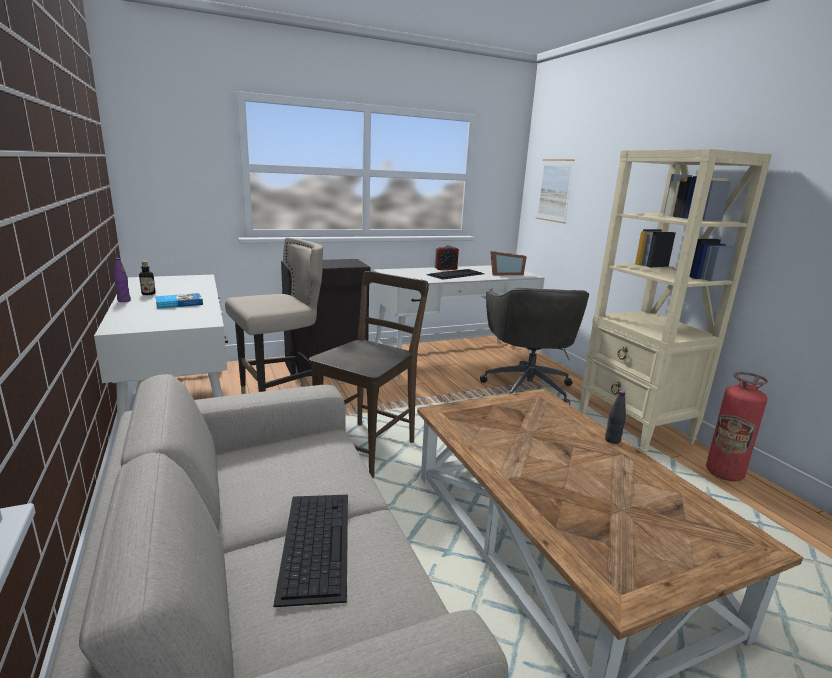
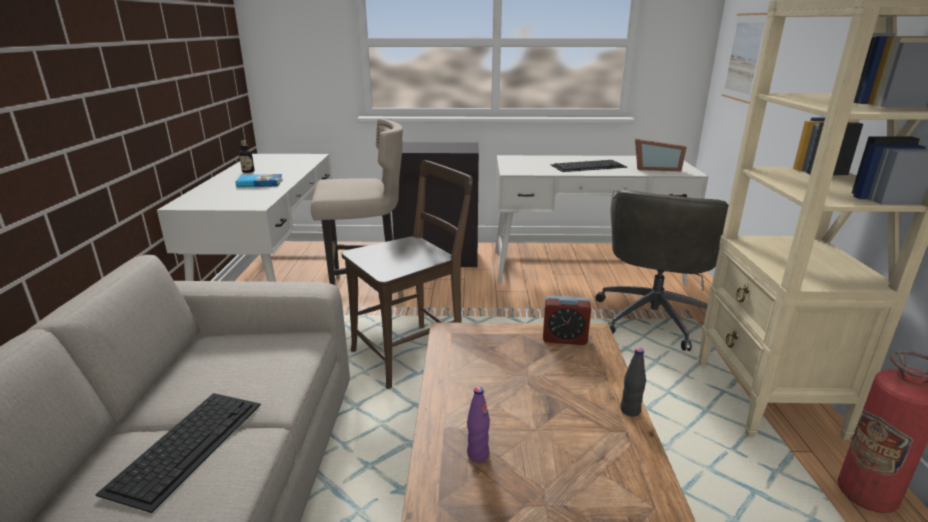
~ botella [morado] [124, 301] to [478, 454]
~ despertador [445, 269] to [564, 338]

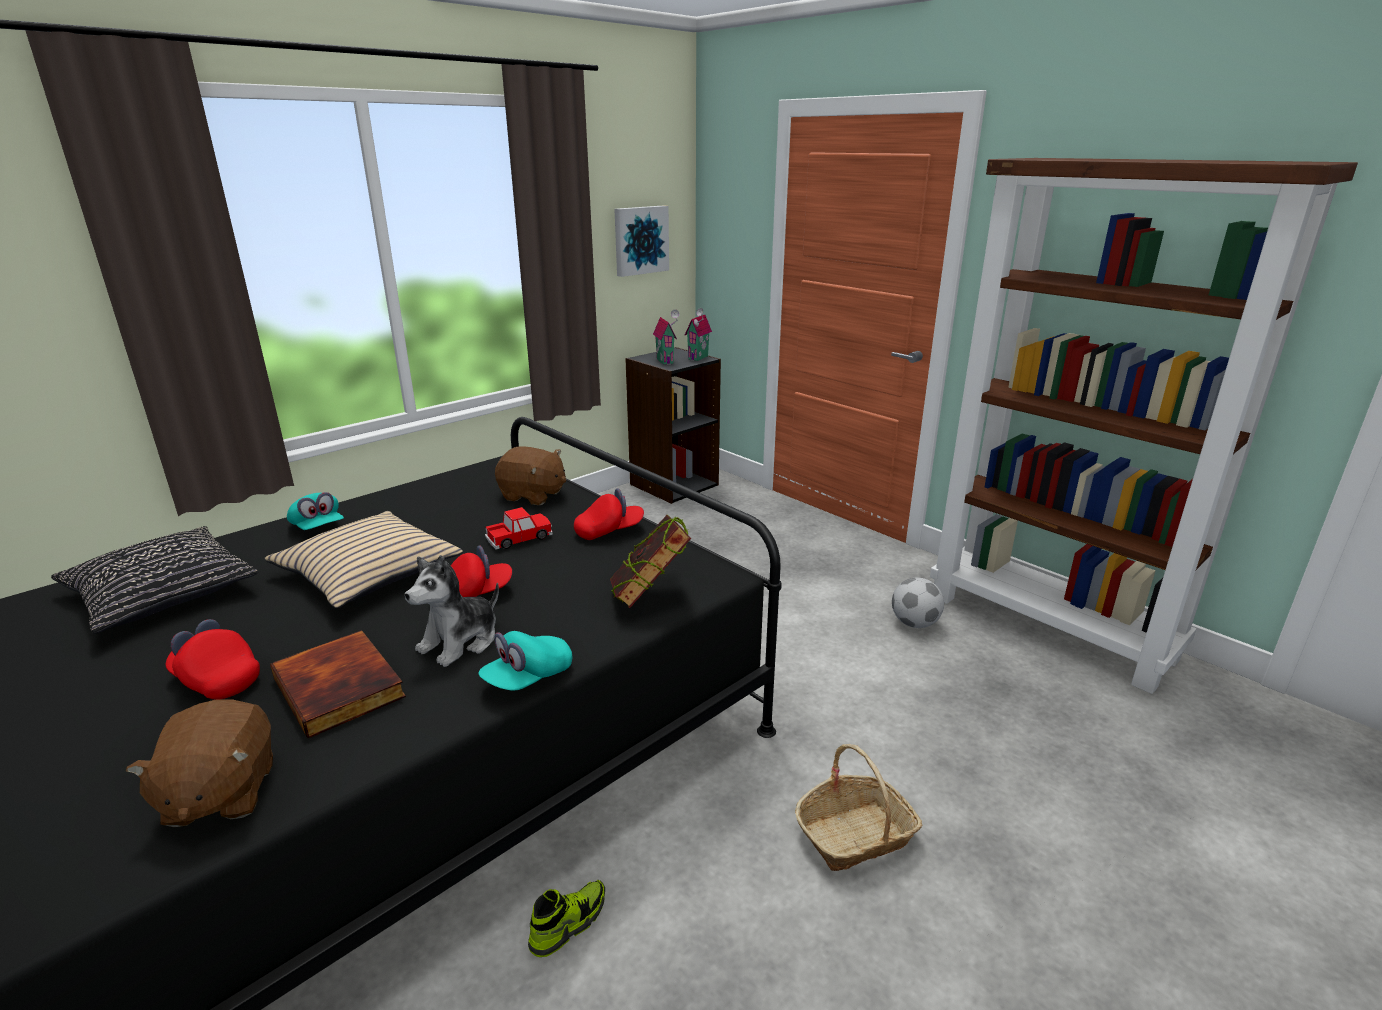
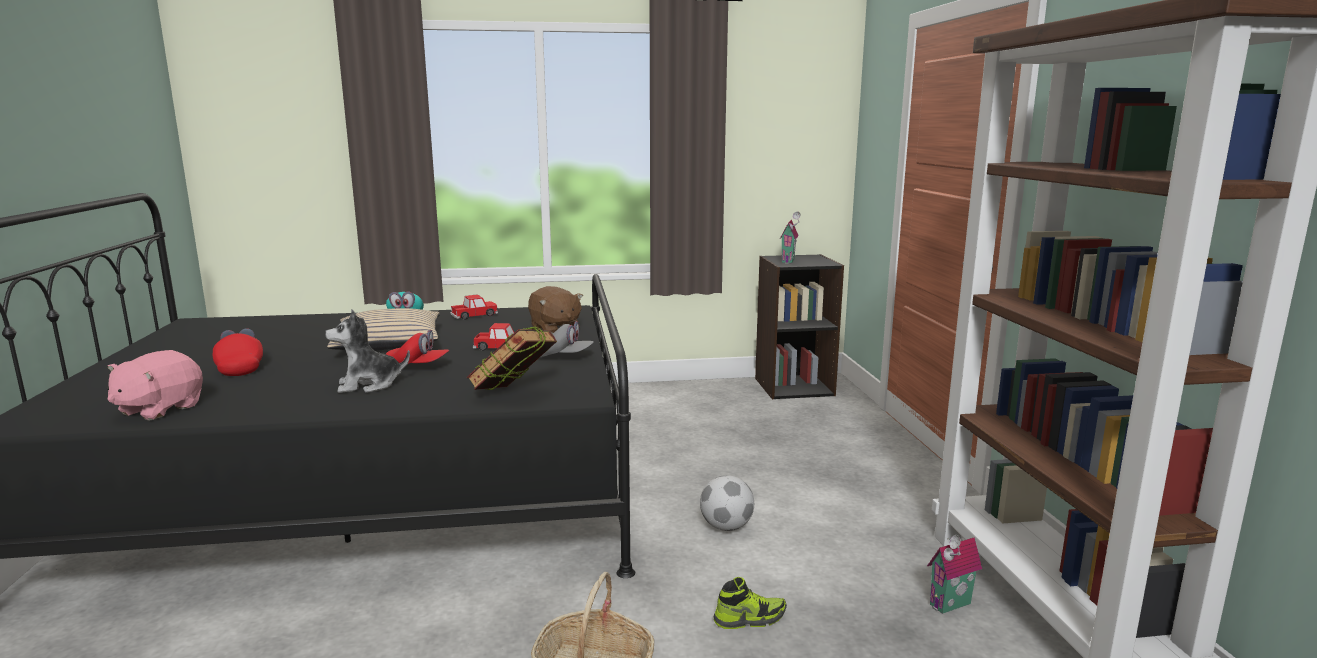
~ peluche [marrón] [220, 793] to peluche [rosa] [159, 409]
+ coche de juguete [474, 315]
~ gorra [rojo] [609, 531] to gorra [gris] [563, 356]
~ balón de fútbol [914, 623] to [726, 527]
~ zapato [568, 924] to [749, 619]
~ casita [699, 358] to [952, 605]
- cojín [negro] [162, 593]
- libro [342, 687]
- gorra [turquesa] [528, 678]
- cuadro [640, 240]

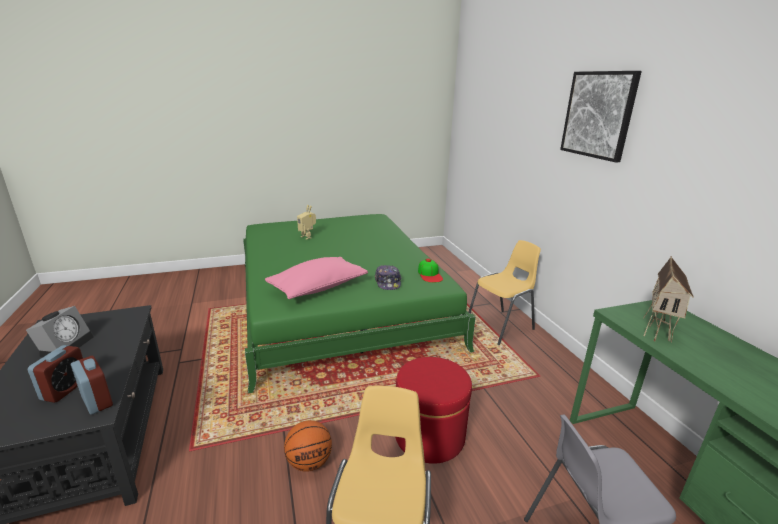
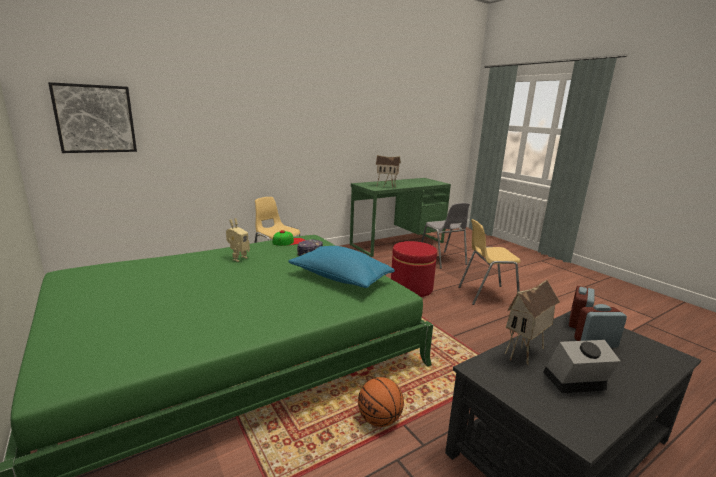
~ cuadro [598, 115] to [95, 119]
~ robot de juguete [307, 237] to [238, 258]
~ cojín [rosa] [318, 288] to cojín [azul] [340, 279]
~ balón de baloncesto [309, 462] to [379, 419]
+ casita [525, 354]

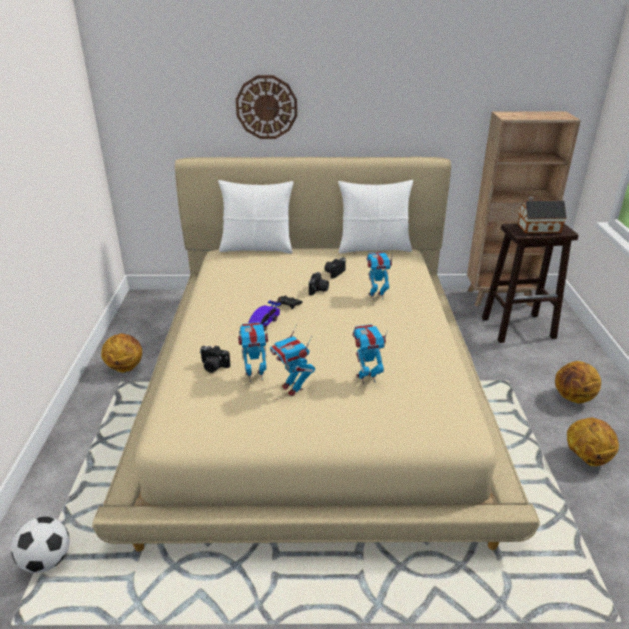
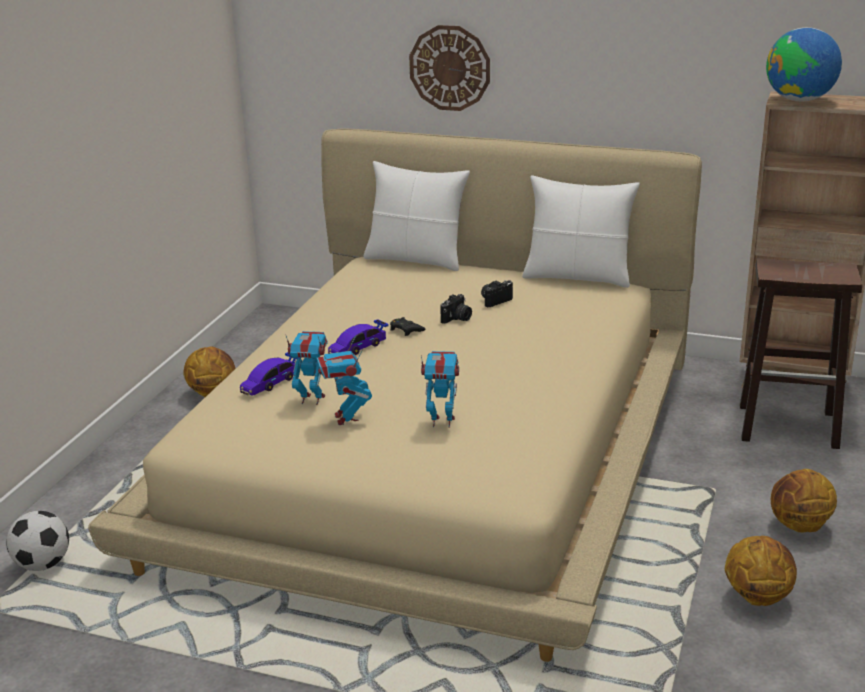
~ cámara [213, 366] to coche de juguete [271, 383]
+ globo terráqueo [799, 100]
- robot de juguete [376, 296]
- casita [537, 228]

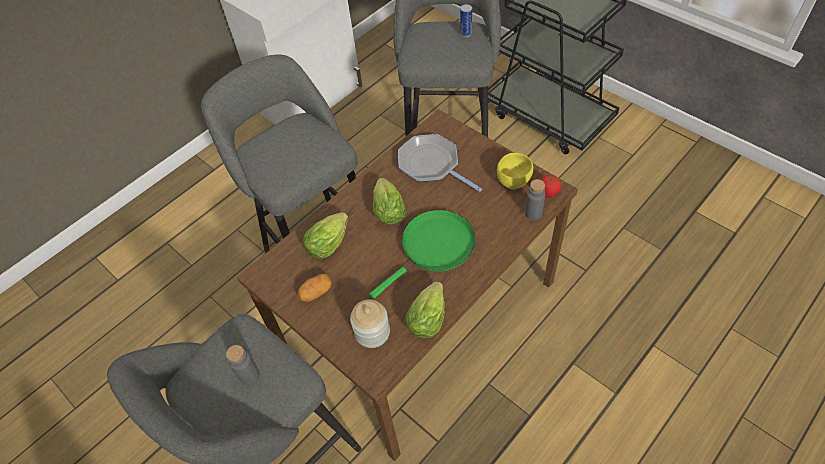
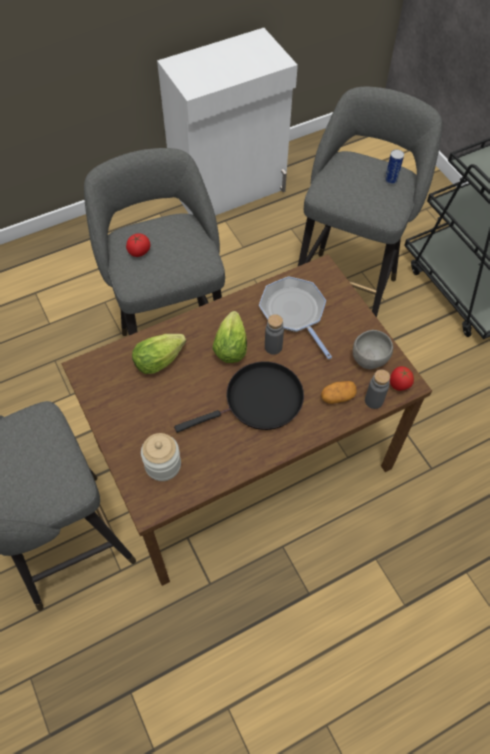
+ tomate [139, 251]
~ sartén [verde] [434, 248] to sartén [negro] [259, 401]
~ botella [gris] [249, 375] to [273, 347]
~ patata [316, 292] to [337, 396]
~ cuenco [amarillo] [512, 181] to cuenco [gris] [368, 358]
- lechuga [429, 316]

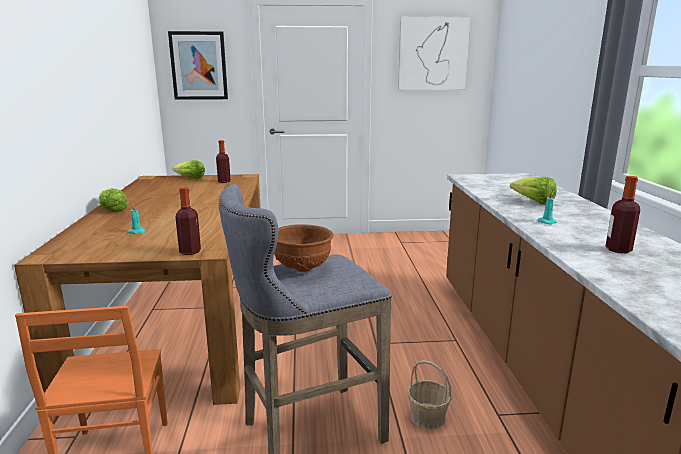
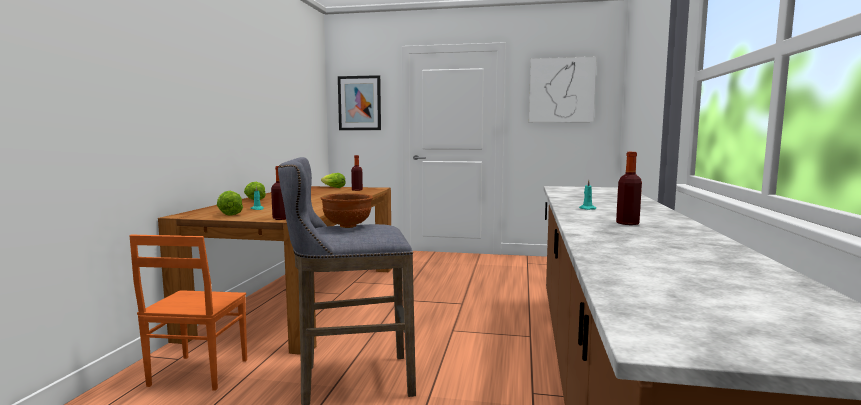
~ lechuga [534, 202] to [230, 214]
- cesta [428, 417]

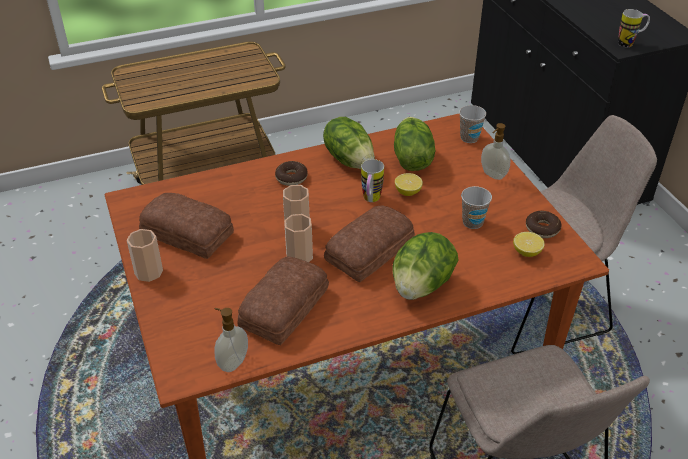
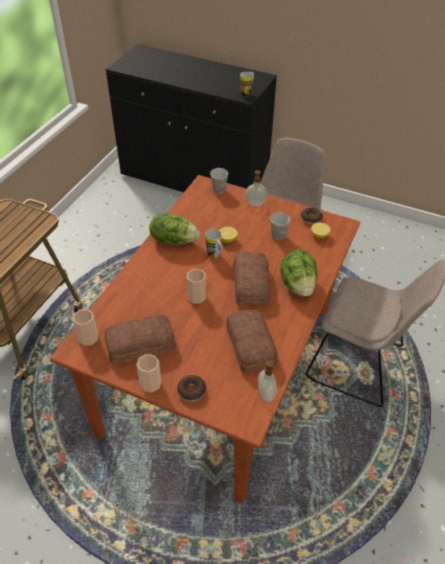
~ taza [299, 256] to [88, 338]
~ rosquilla [291, 178] to [191, 391]
- lechuga [411, 159]

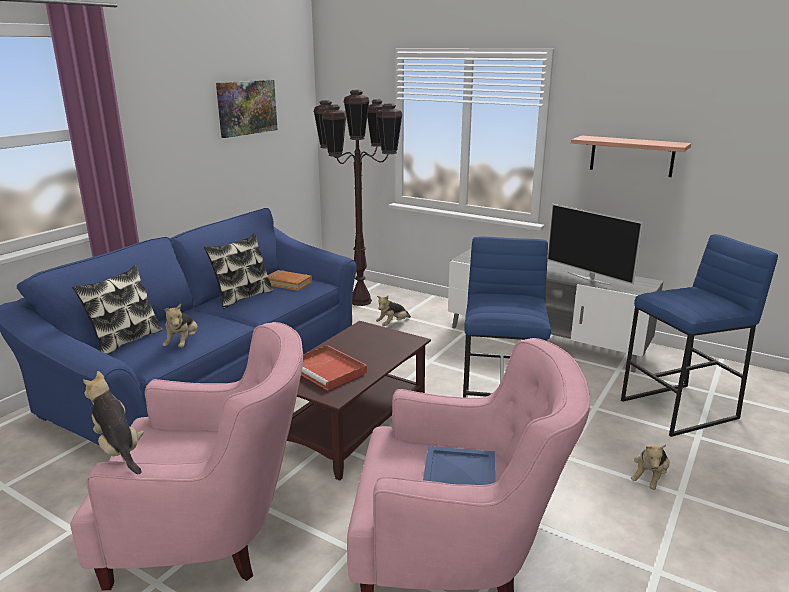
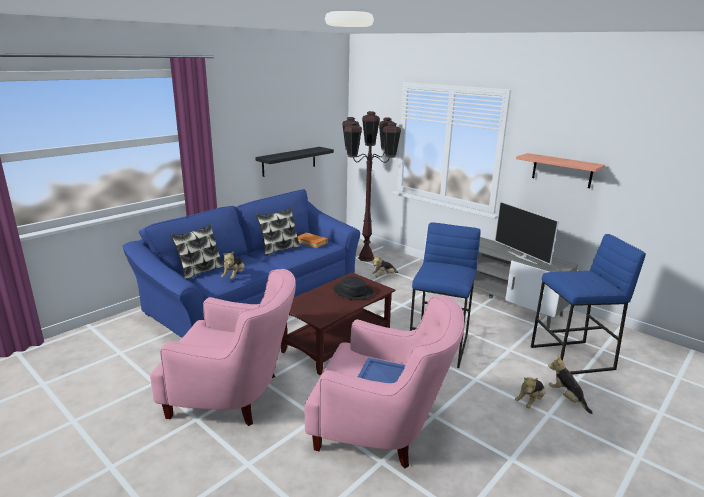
+ estante [negro] [289, 161]
+ sombrero [negro] [353, 291]
~ peluche [119, 450] to [567, 398]
- cuadro [246, 107]
- bandeja [rojo] [329, 370]

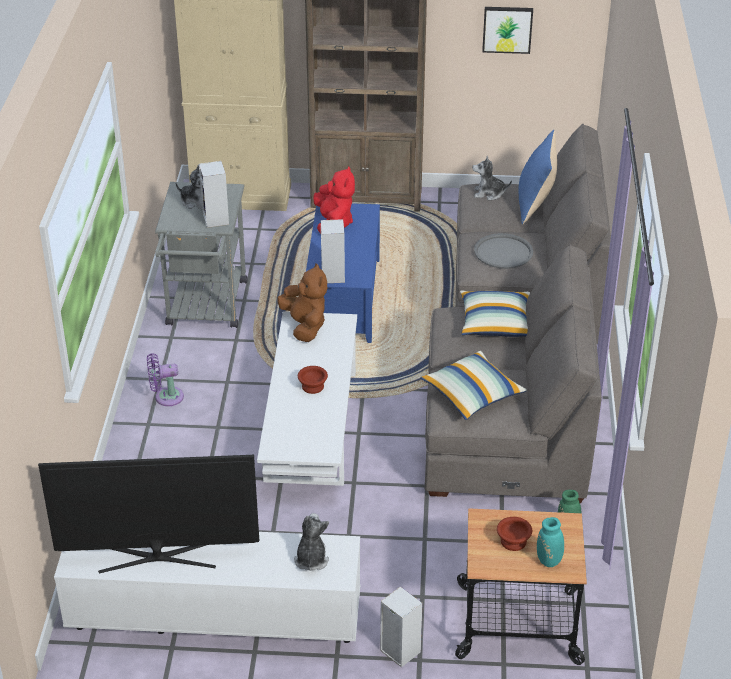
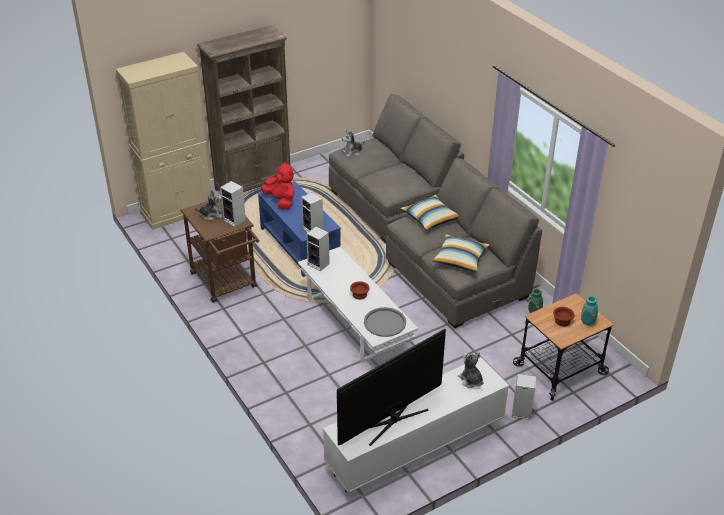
~ carrito [gris] [206, 308] to carrito [marrón] [226, 283]
~ peluche [marrón] [305, 326] to altavoz [319, 264]
~ bandeja [gris] [503, 252] to [385, 323]
- ventilador [morado] [166, 397]
- cuadro [507, 29]
- cojín [azul] [535, 204]

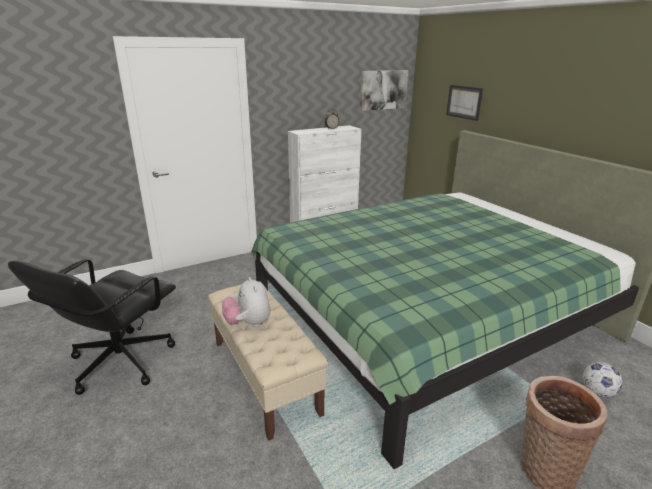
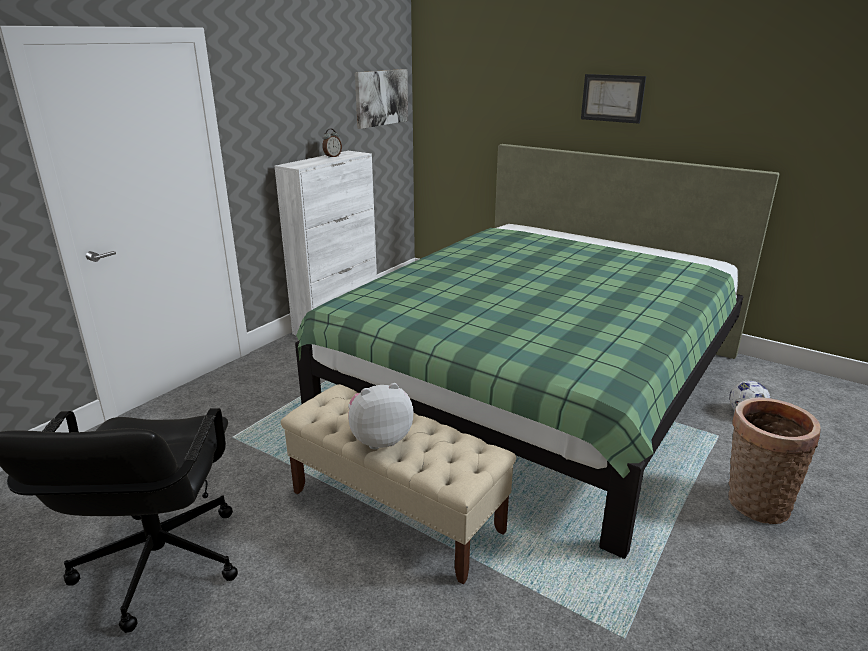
~ peluche [248, 323] = [379, 439] 120 degrees clockwise
~ cuadro [464, 102] to [612, 98]

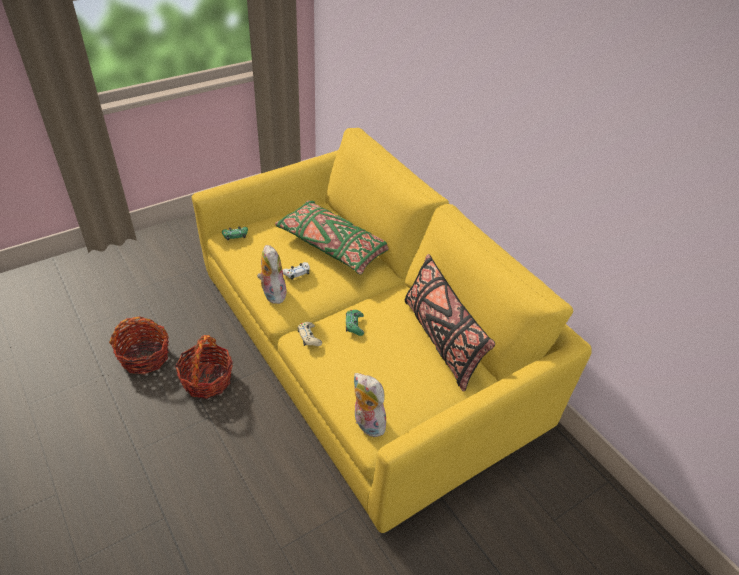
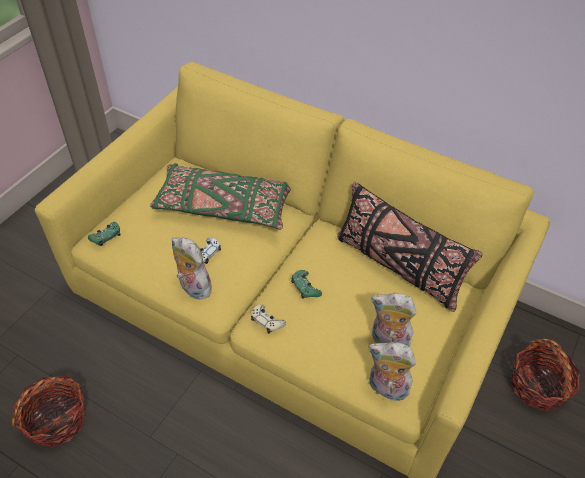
+ peluche [388, 341]
~ cesta [207, 380] to [538, 386]

